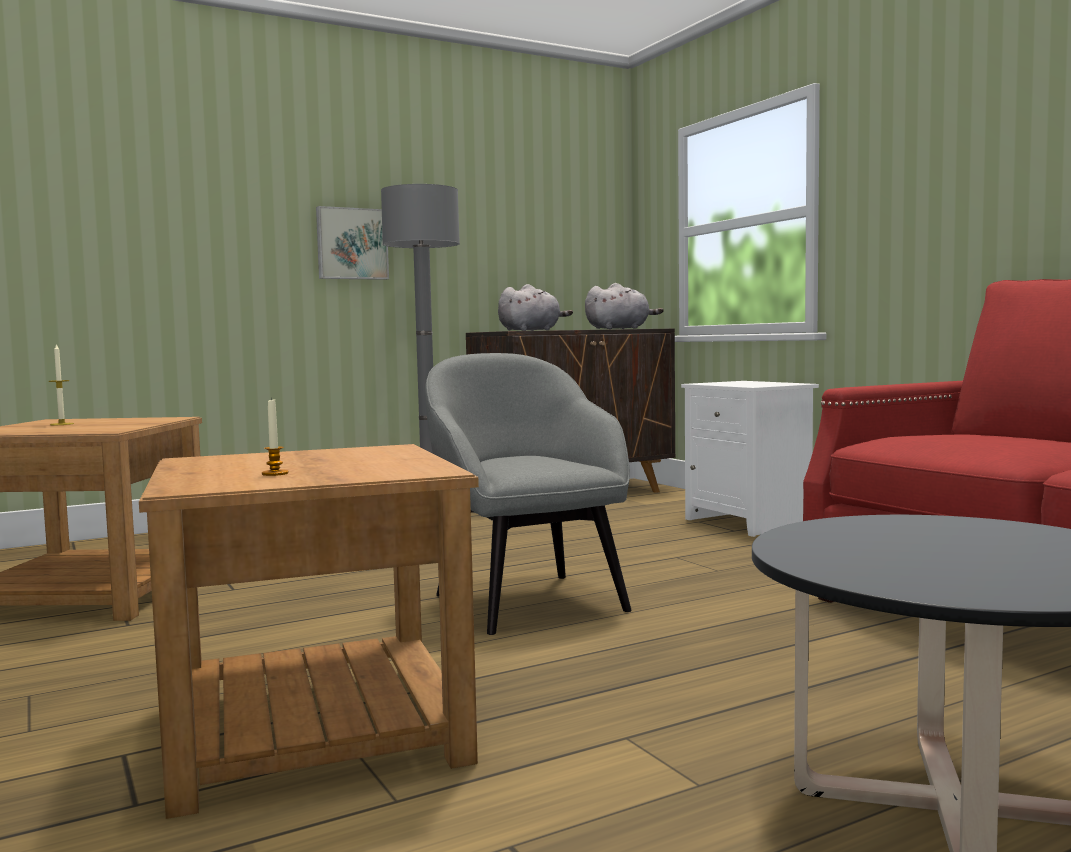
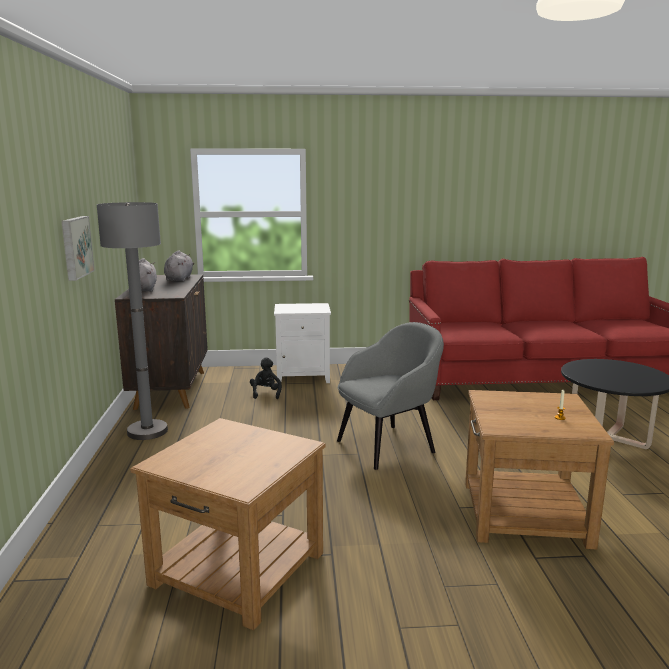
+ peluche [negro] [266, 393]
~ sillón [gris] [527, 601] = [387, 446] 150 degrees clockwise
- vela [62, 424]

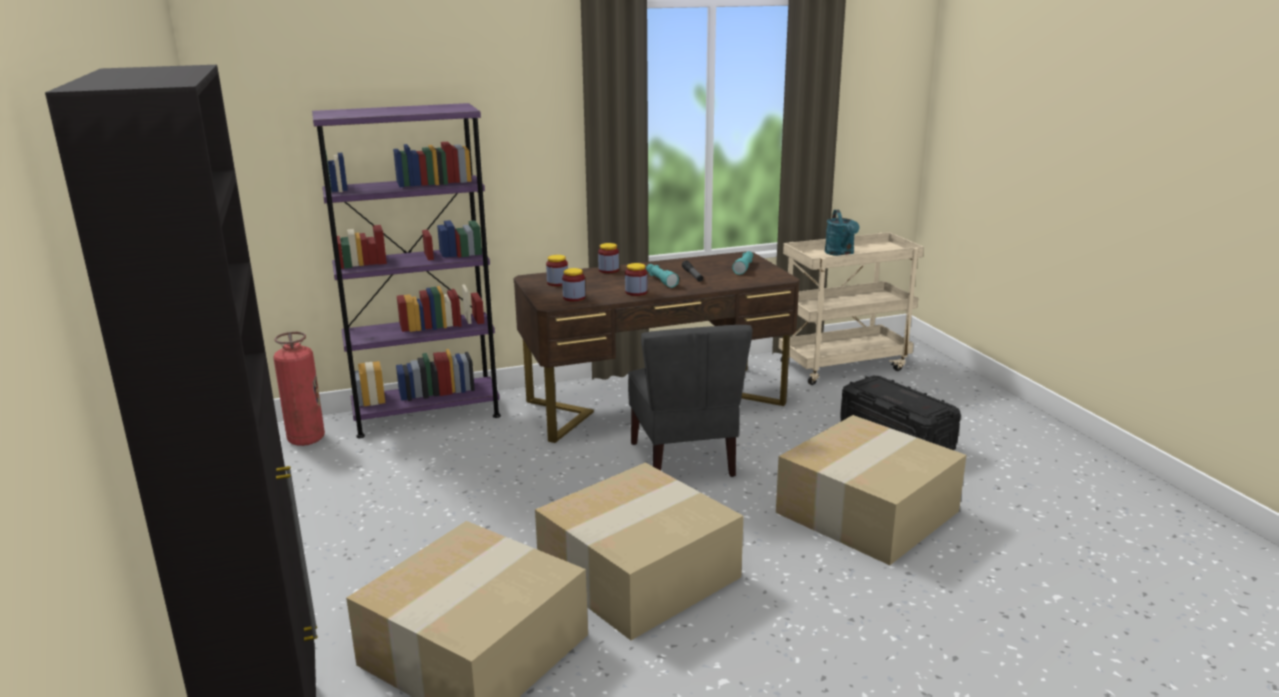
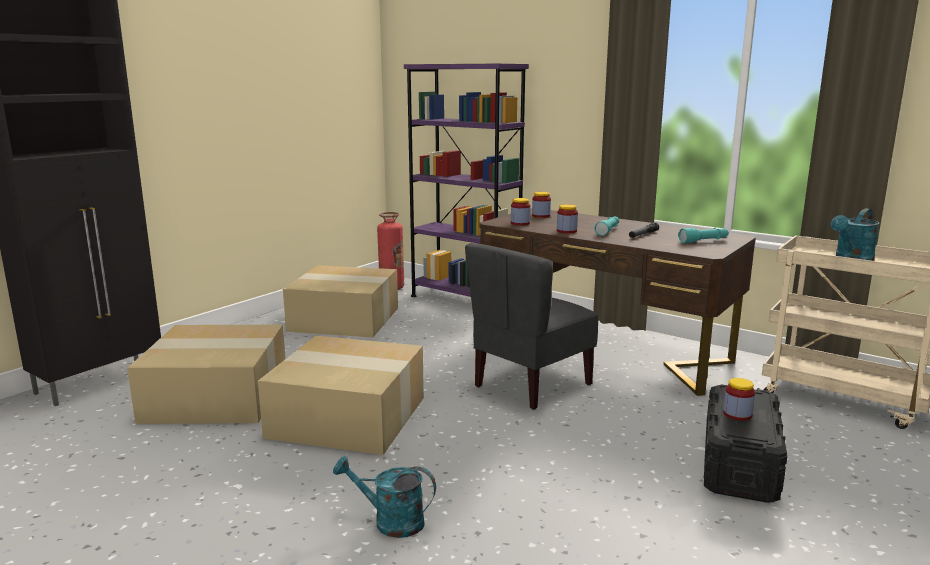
~ caja de cartón [866, 510] to [346, 319]
+ regadera [turquesa] [390, 522]
~ tarro [608, 270] to [737, 414]

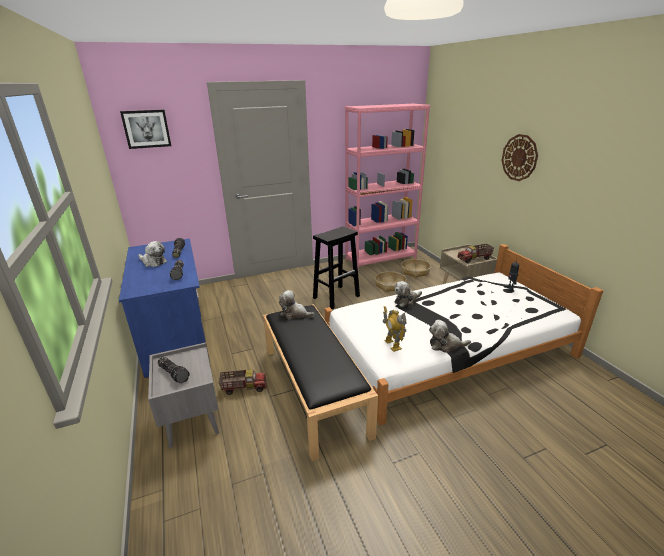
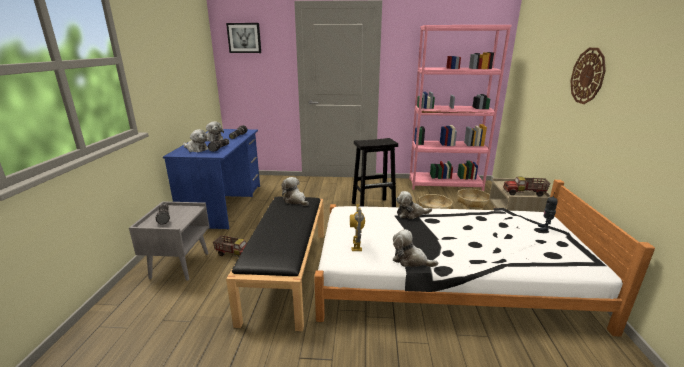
+ peluche [196, 149]

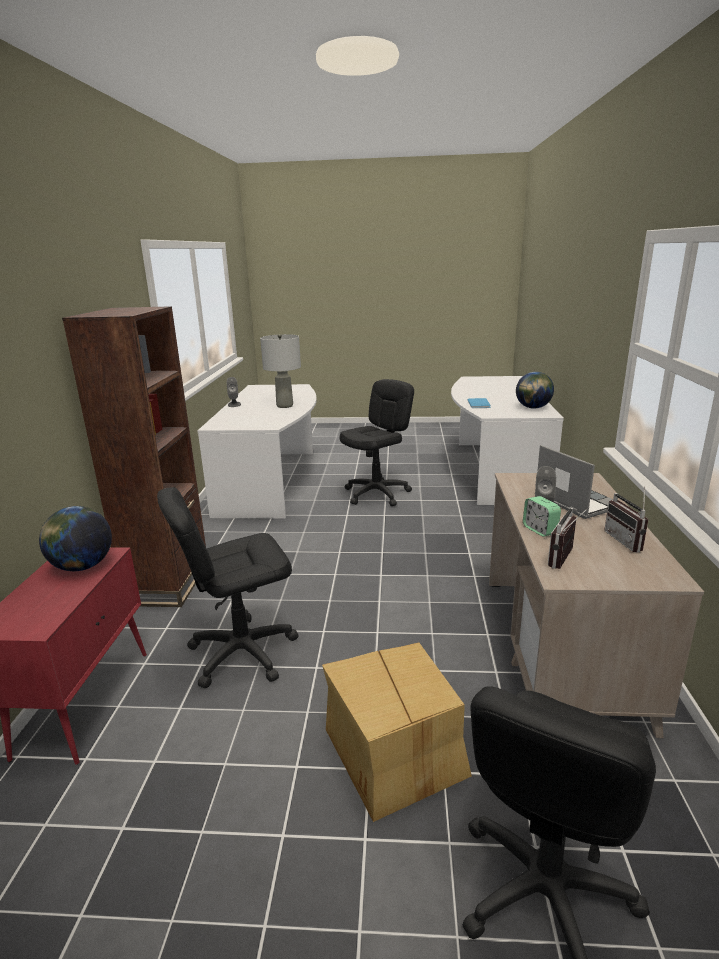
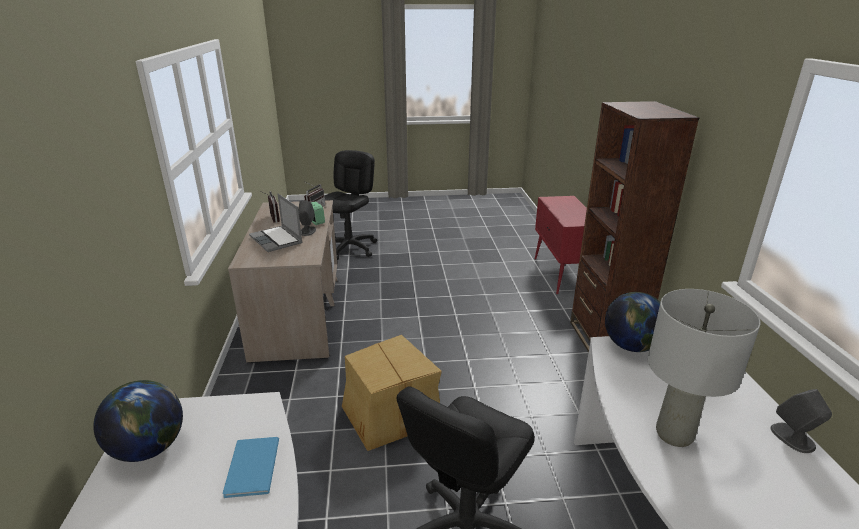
~ caja de cartón [395, 754] to [390, 413]
~ globo terráqueo [82, 566] to [631, 346]
- silla de oficina [negro] [242, 652]

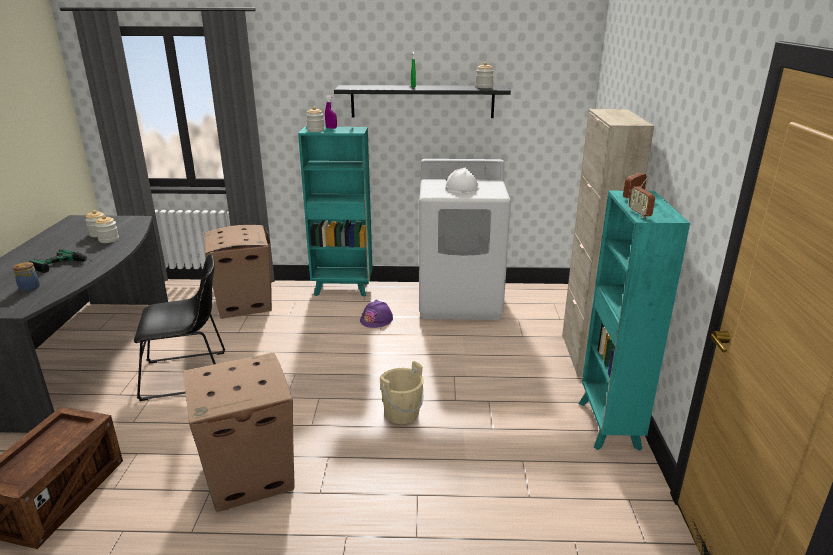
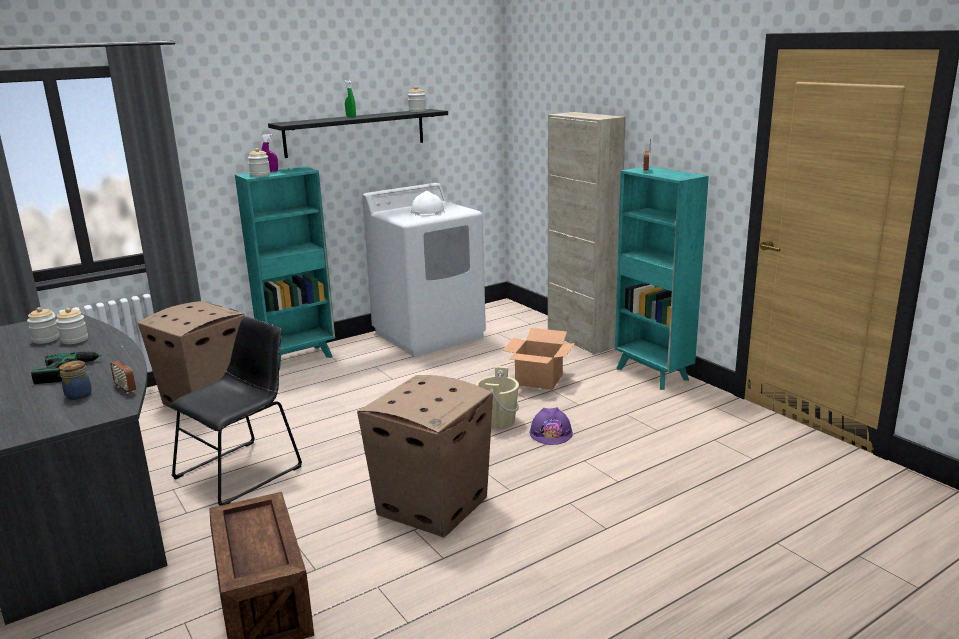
~ radio [639, 214] to [126, 389]
+ caja de cartón [540, 379]
~ casco [morado] [376, 319] to [551, 433]

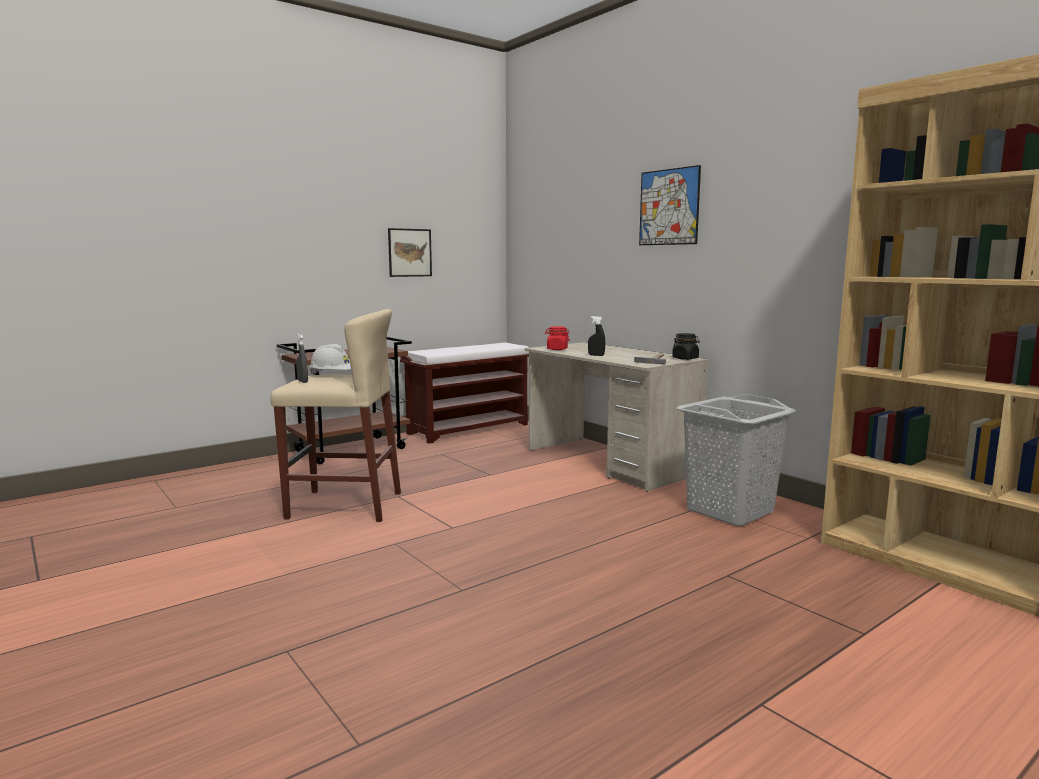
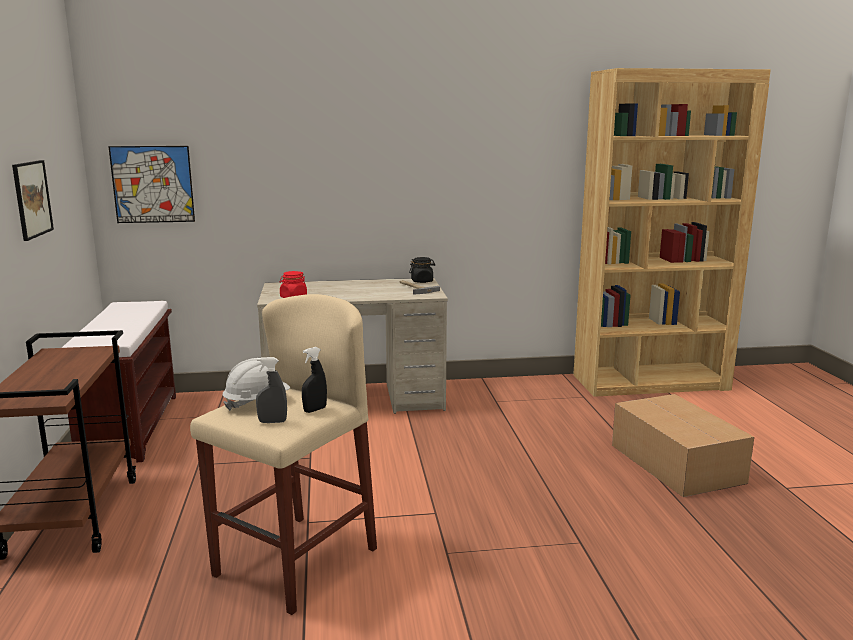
~ cuadro [669, 207] to [152, 184]
~ pulverizador [negro] [596, 355] to [315, 410]
+ caja de cartón [675, 462]
- cesto de la ropa [gris] [730, 511]

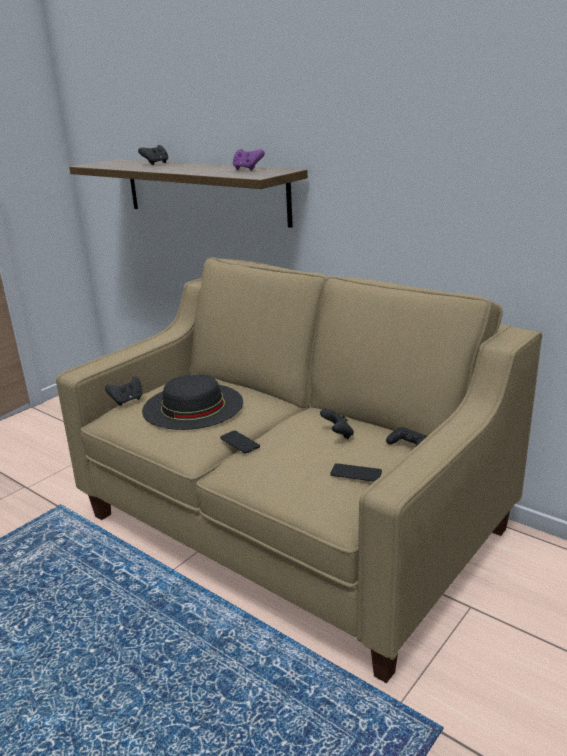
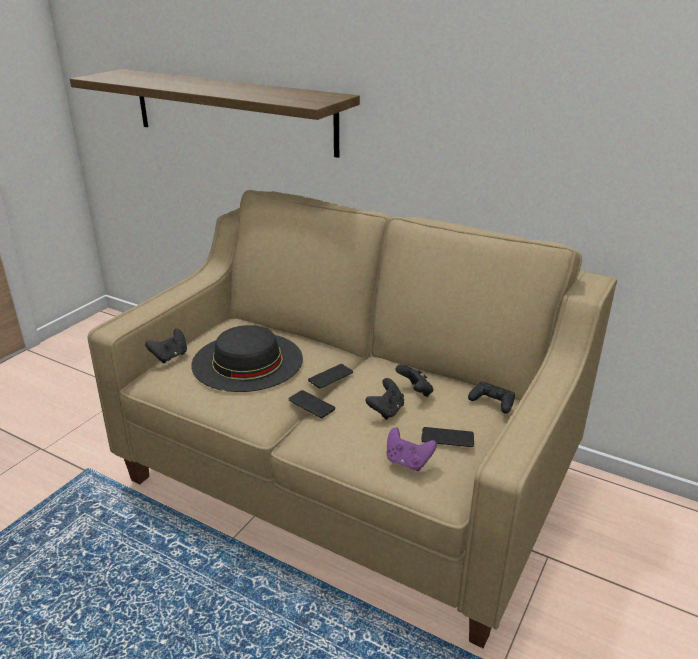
+ móvil [330, 376]
~ mando de consola [negro] [156, 164] to [386, 410]
~ mando de consola [morado] [247, 169] to [407, 462]

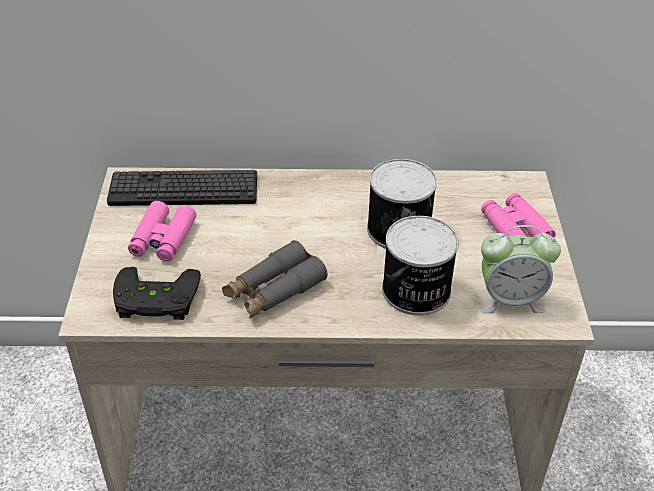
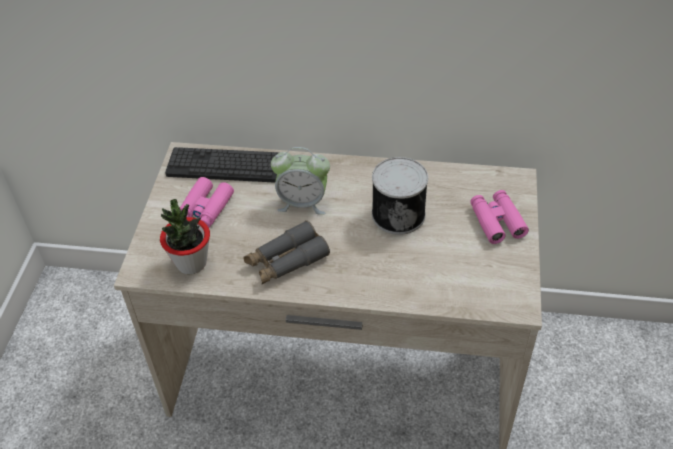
~ mando de consola [negro] [155, 301] to planta en maceta [191, 263]
~ despertador [510, 299] to [303, 202]
- lata [416, 291]

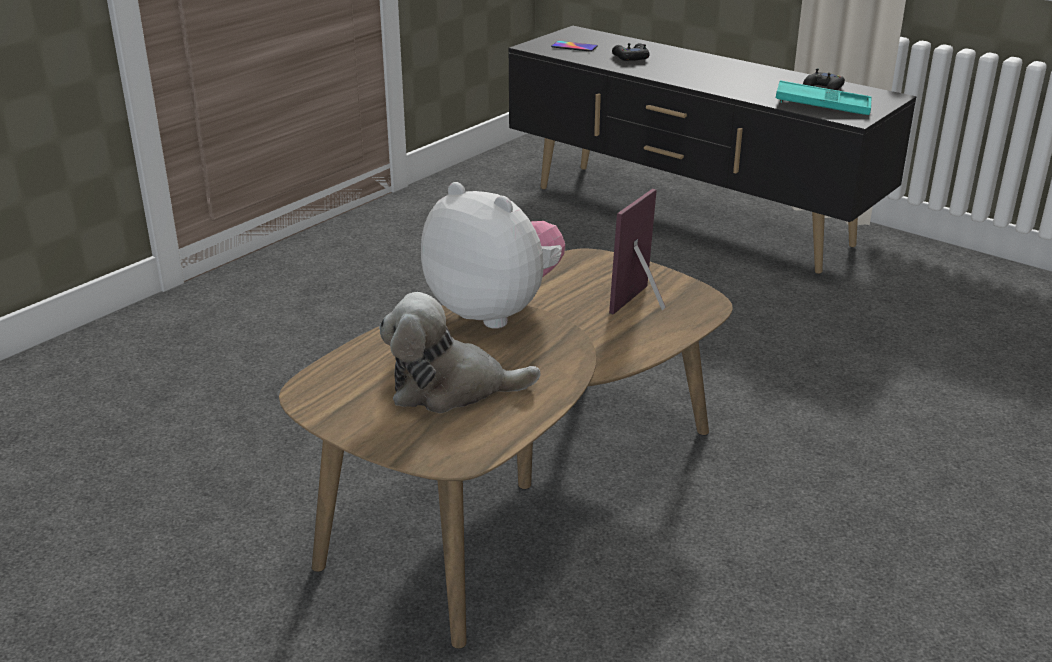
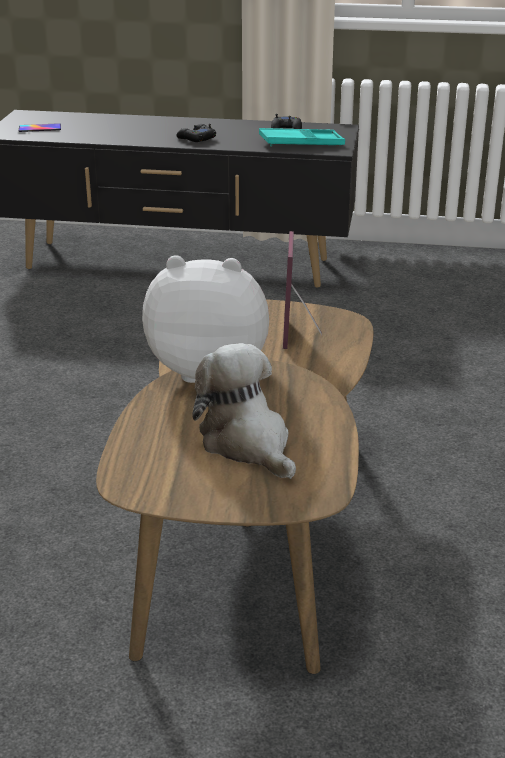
~ mando de consola [negro] [630, 57] to [196, 138]
~ peluche [450, 388] = [247, 443] 90 degrees clockwise

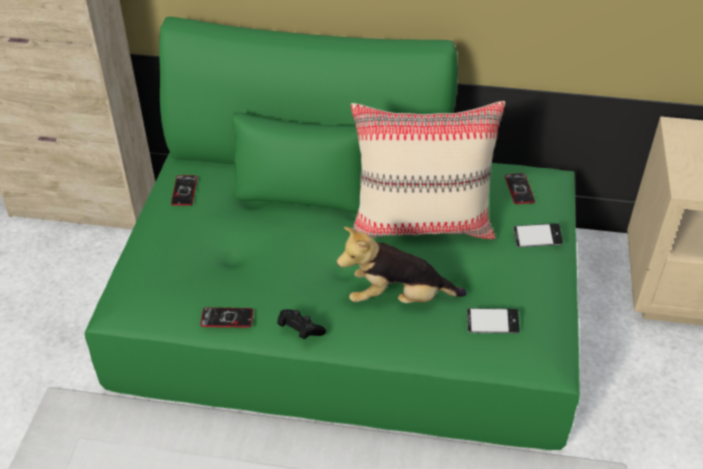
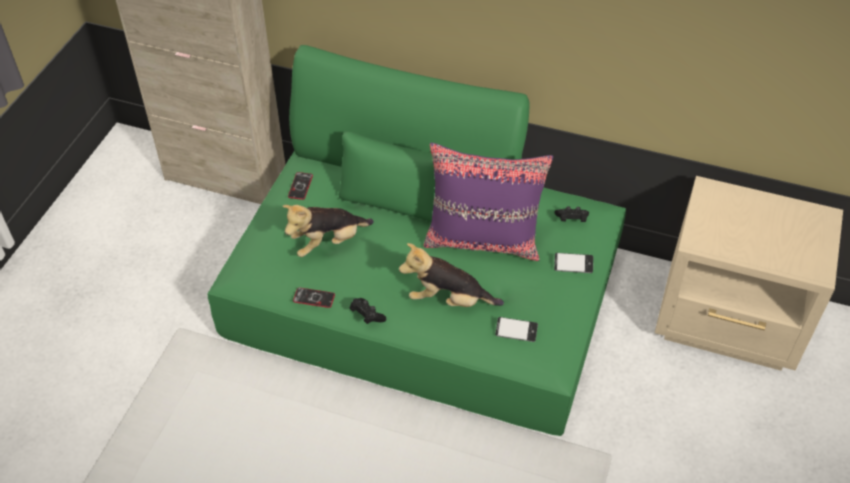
+ peluche [328, 242]
~ cojín [beis] [422, 224] to cojín [morado] [483, 240]
~ móvil [519, 189] to mando de consola [negro] [571, 220]

